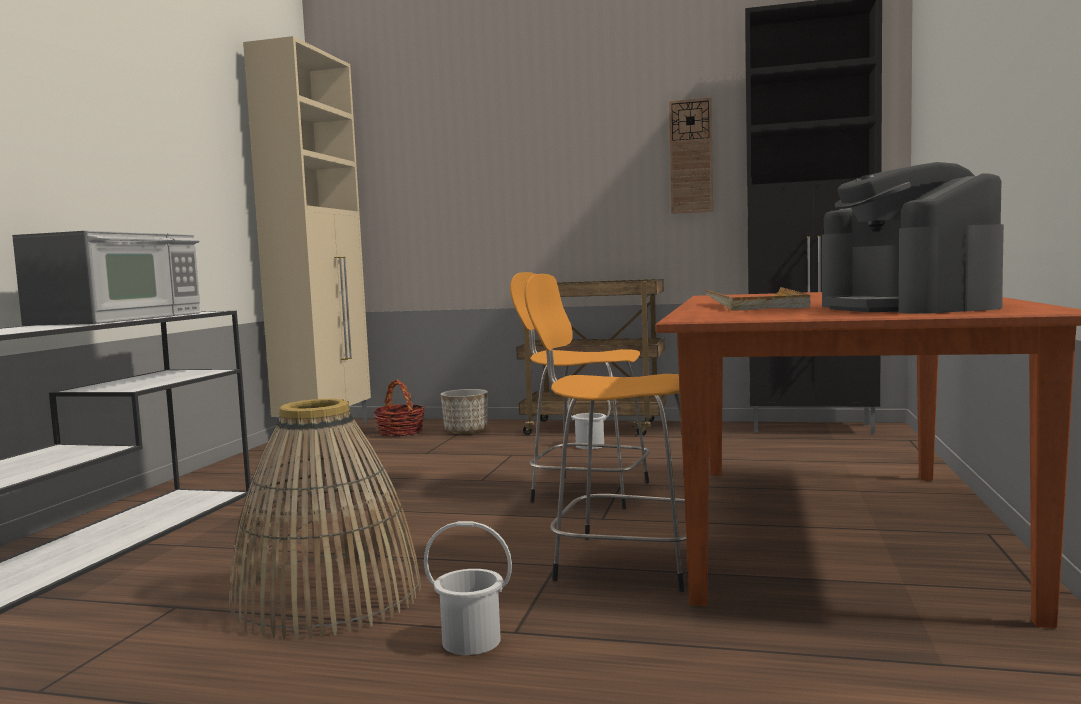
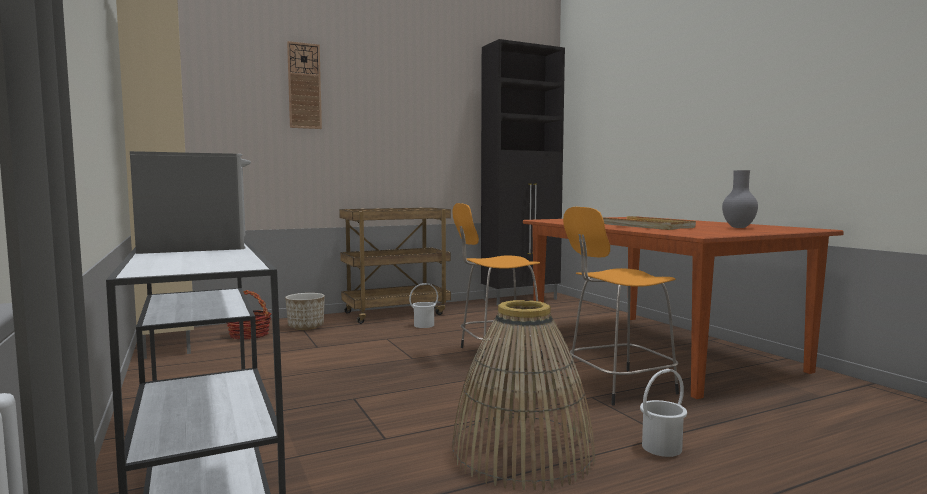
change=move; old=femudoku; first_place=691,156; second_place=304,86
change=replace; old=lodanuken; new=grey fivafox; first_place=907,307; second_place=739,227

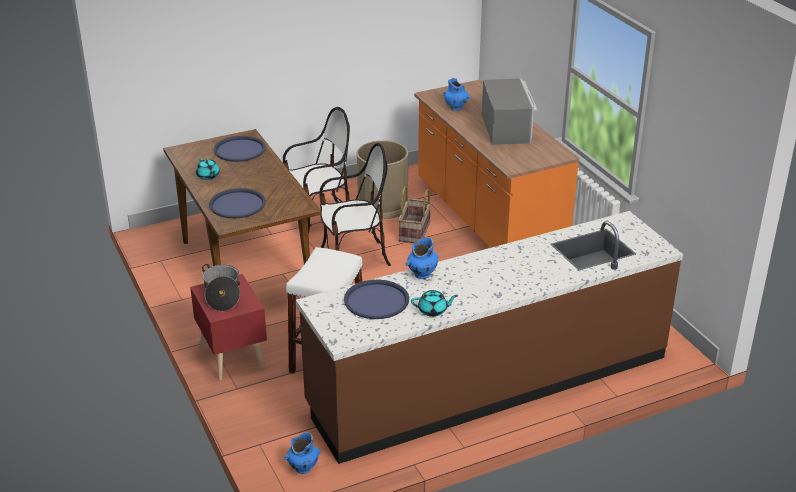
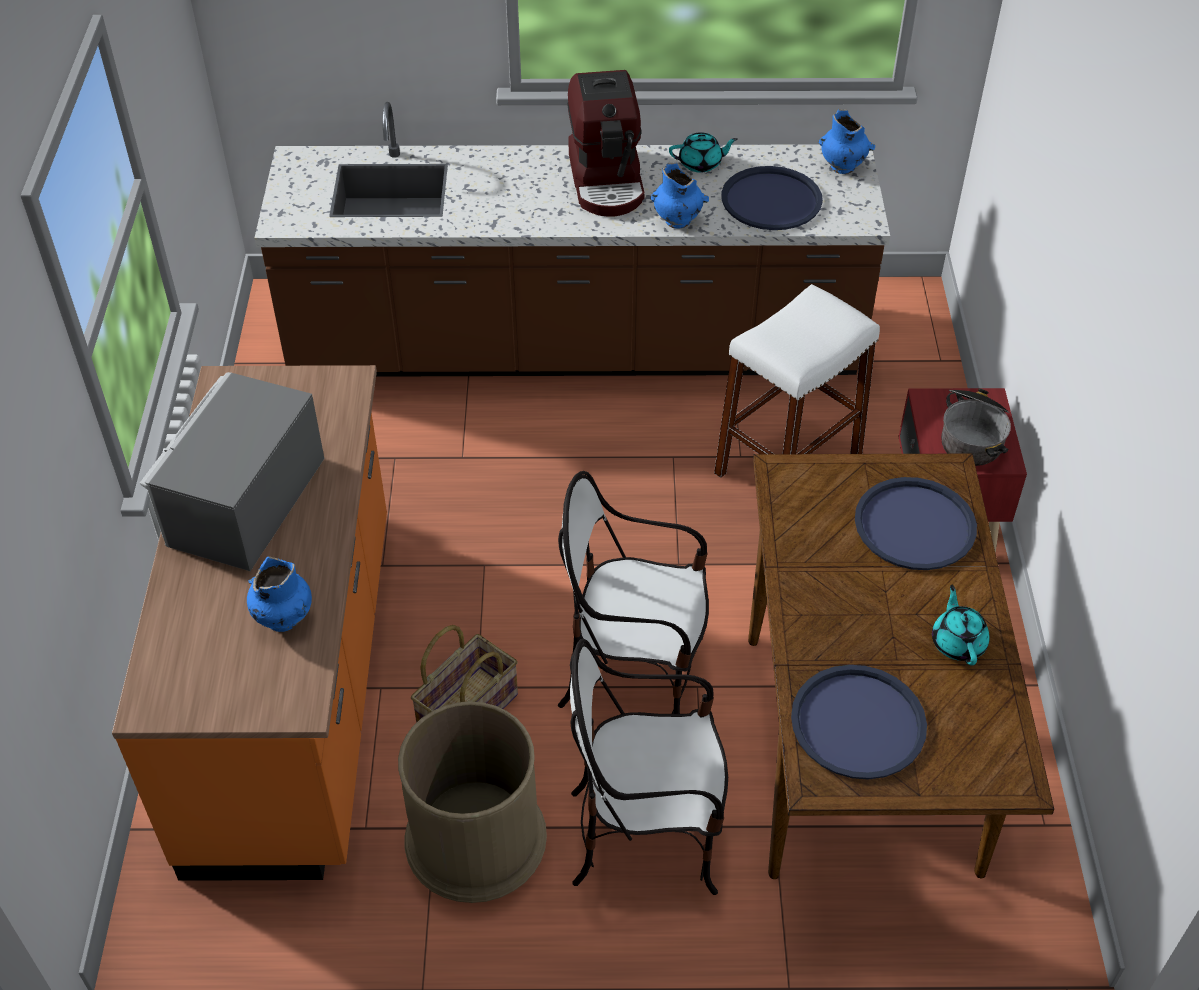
change=insert; new=lodanuken; second_place=607,181
change=move; old=blue fivafox; first_place=302,468; second_place=843,167
change=rotate; old=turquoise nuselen; first_place=433,310; second_place=701,163; degrees=150

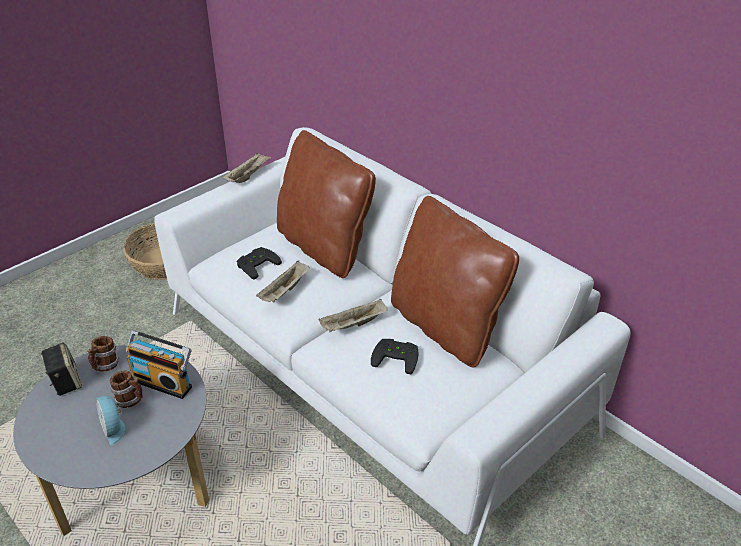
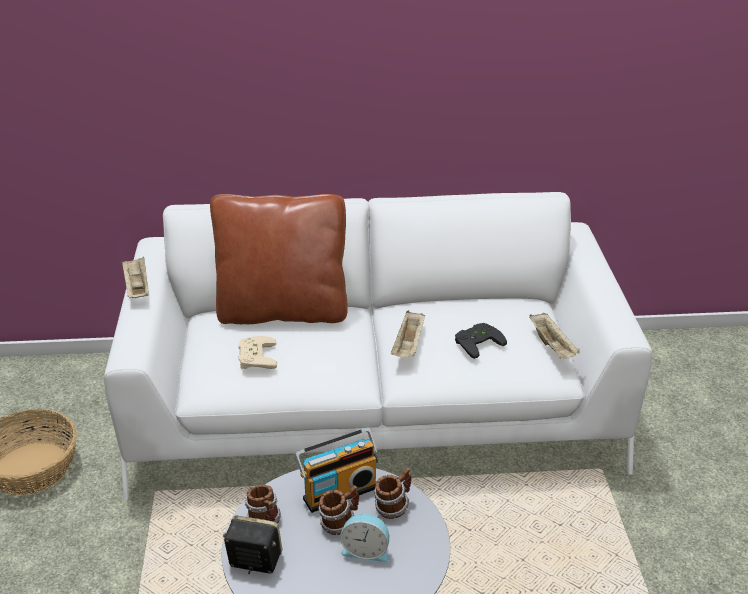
change=delete; old=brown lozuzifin; first_place=446,327
change=insert; new=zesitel; second_place=393,507
change=move; old=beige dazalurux; first_place=285,291; second_place=552,346
change=recolor; old=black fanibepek; new=beige fanibepek; first_place=256,264; second_place=254,357

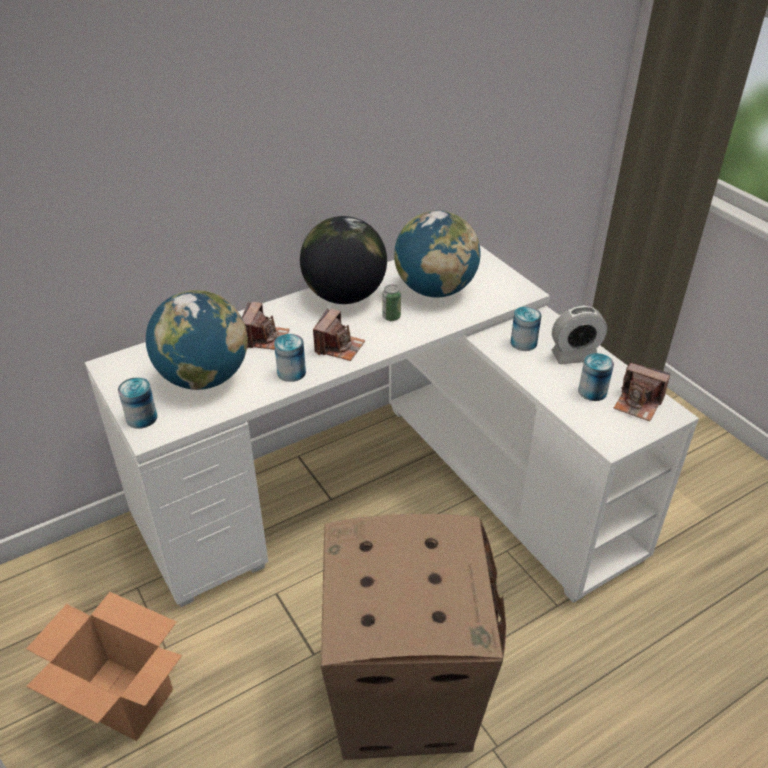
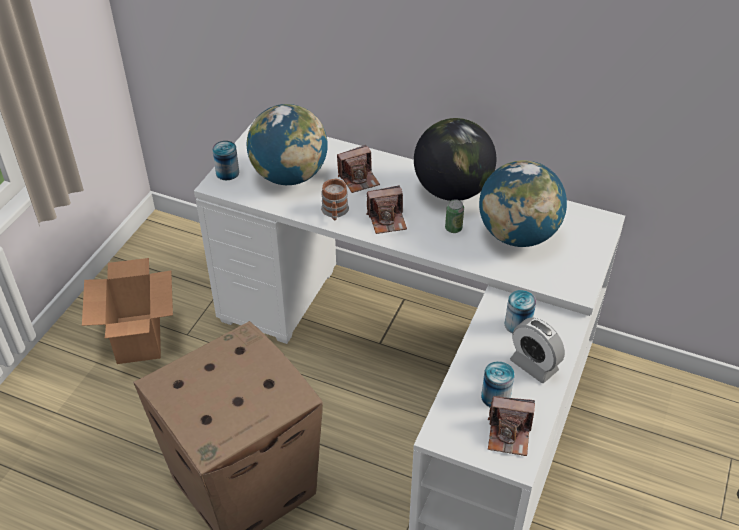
change=replace; old=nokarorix; new=zesitel; first_place=291,372; second_place=335,212
change=rotate; old=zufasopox; first_place=638,403; second_place=509,435; degrees=-75

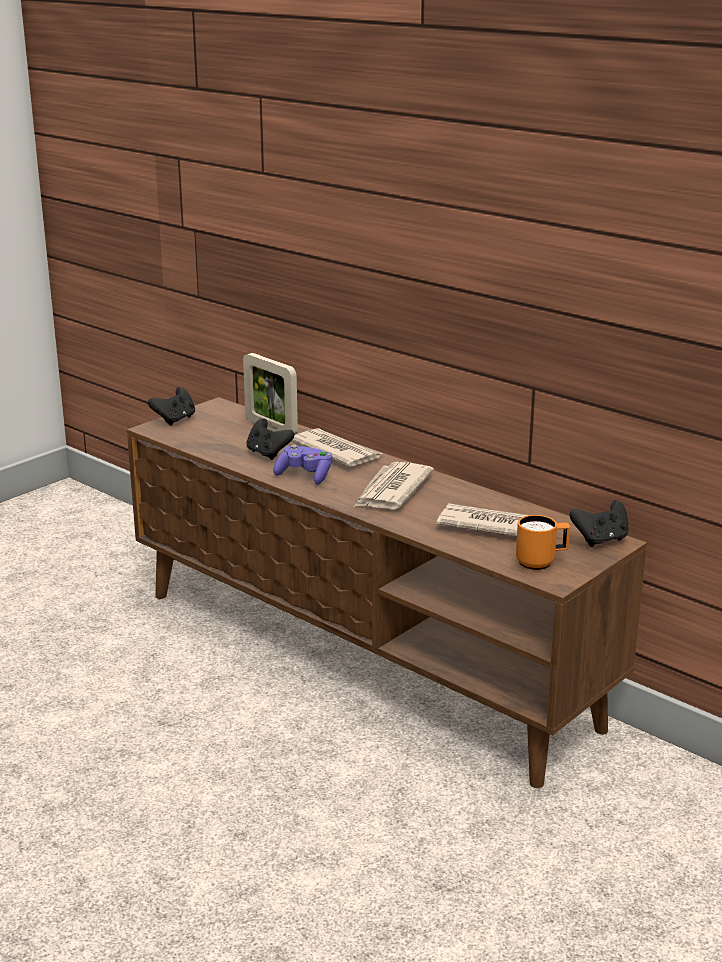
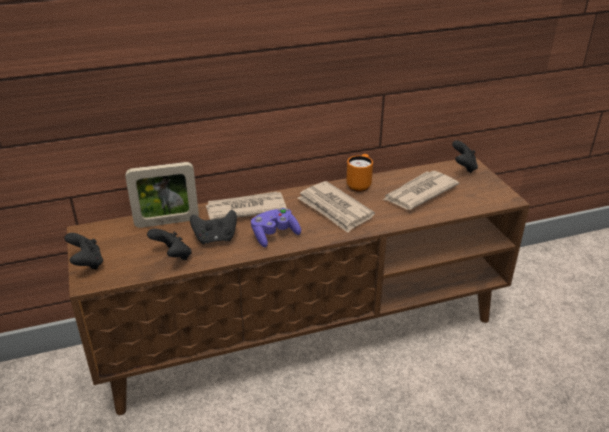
change=insert; new=black fanibepek; second_place=173,256
change=move; old=orange zesitel; first_place=541,563; second_place=360,184

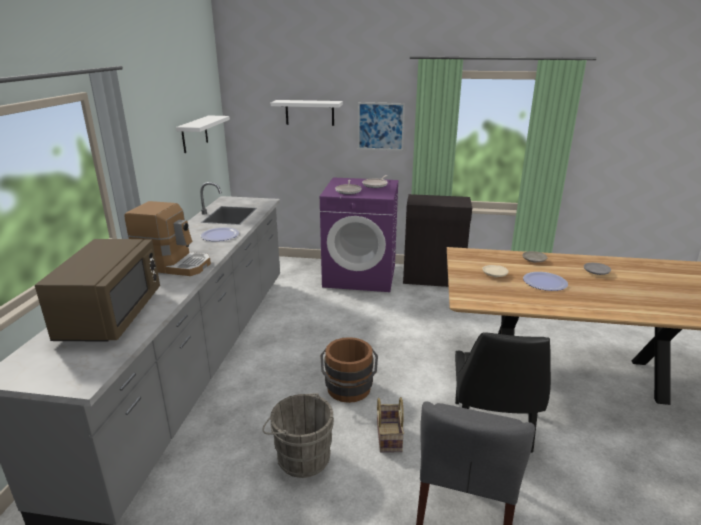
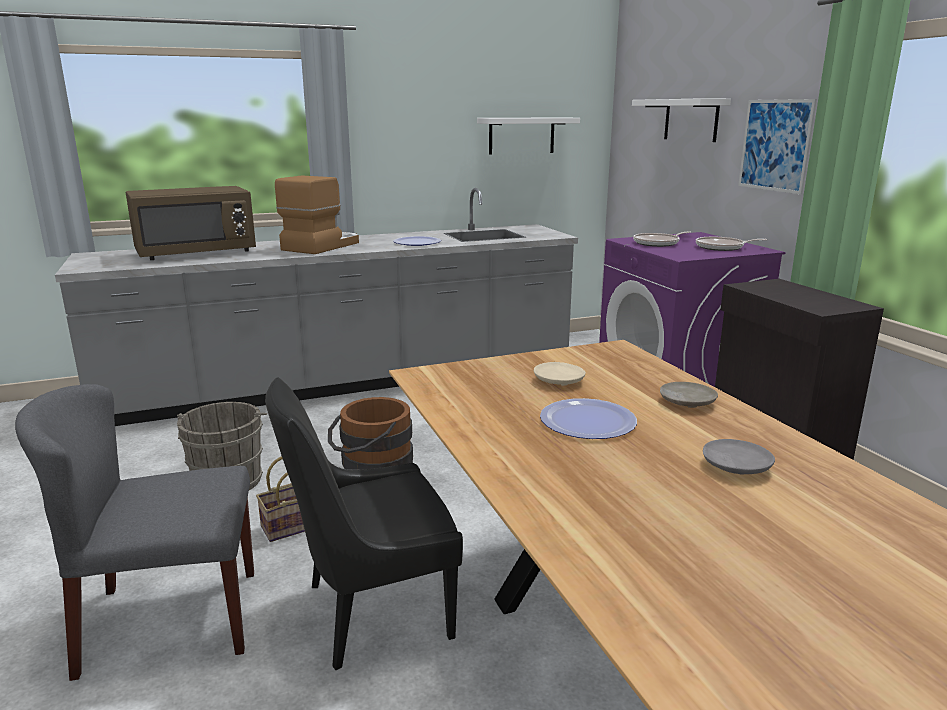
change=rotate; old=lodanuken; first_place=174,265; second_place=321,246; degrees=-135

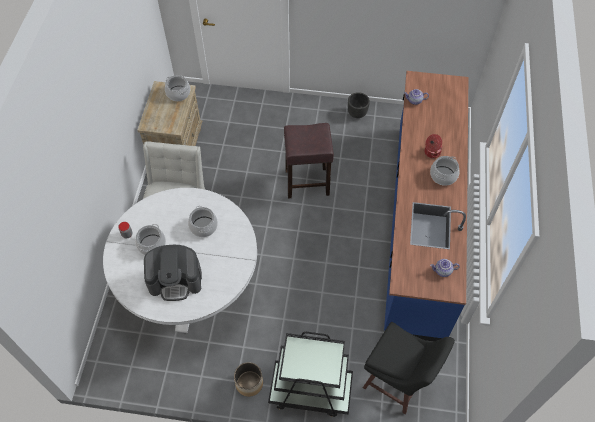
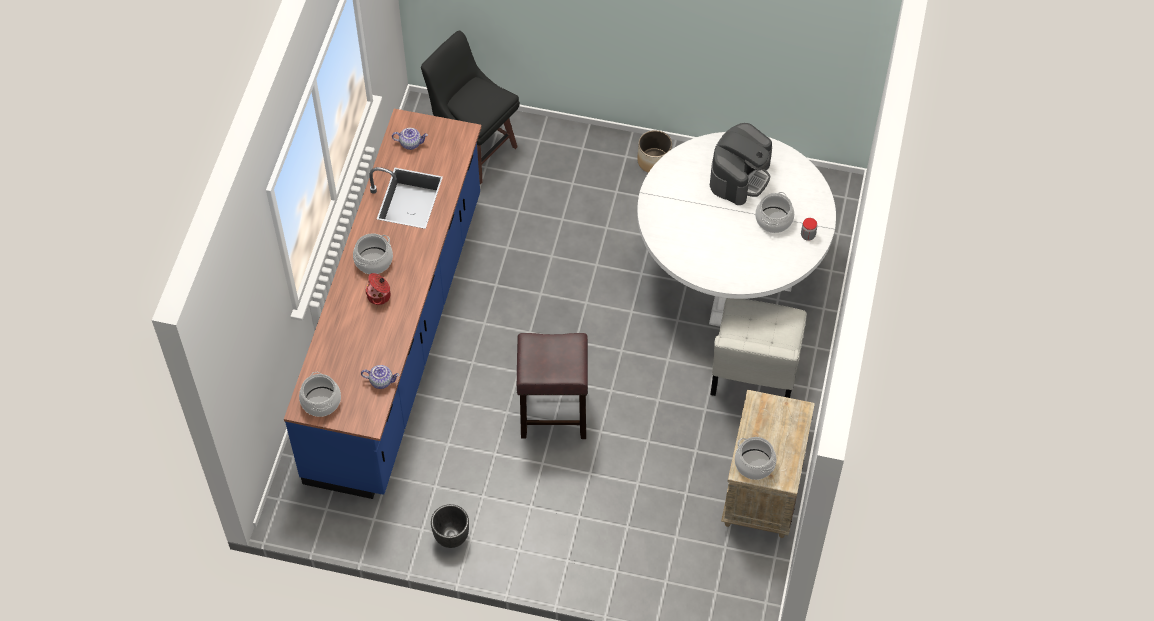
change=delete; old=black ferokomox; first_place=310,390
change=move; old=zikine; first_place=203,226; second_place=321,401
change=rotate; old=lodanuken; first_place=176,280; second_place=740,176; degrees=120

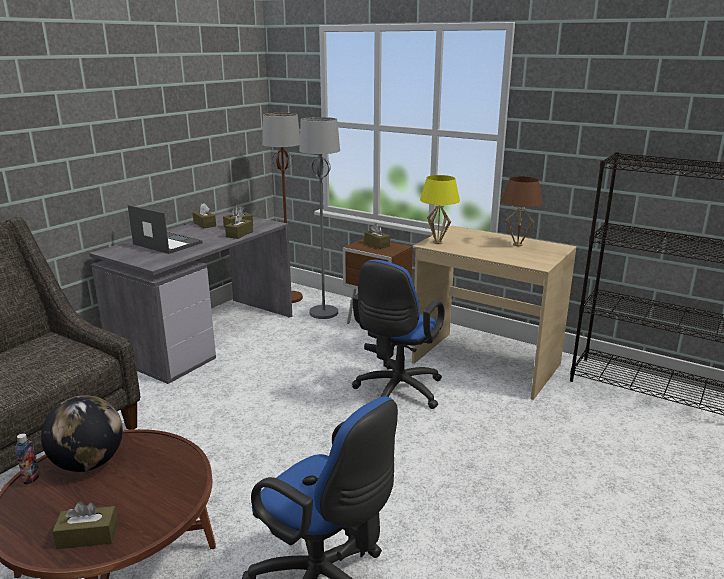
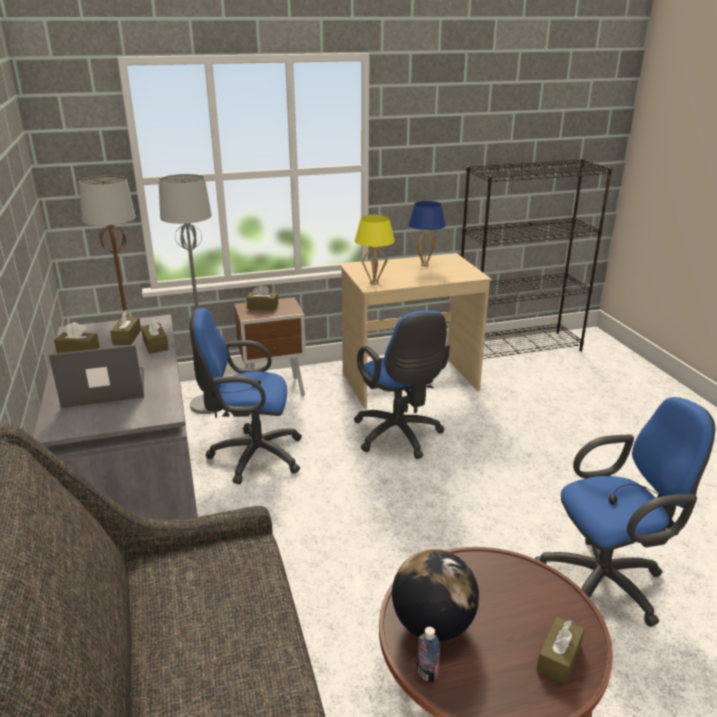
change=insert; new=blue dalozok; second_place=251,456
change=recolor; old=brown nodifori; new=blue nodifori; first_place=517,244; second_place=424,264

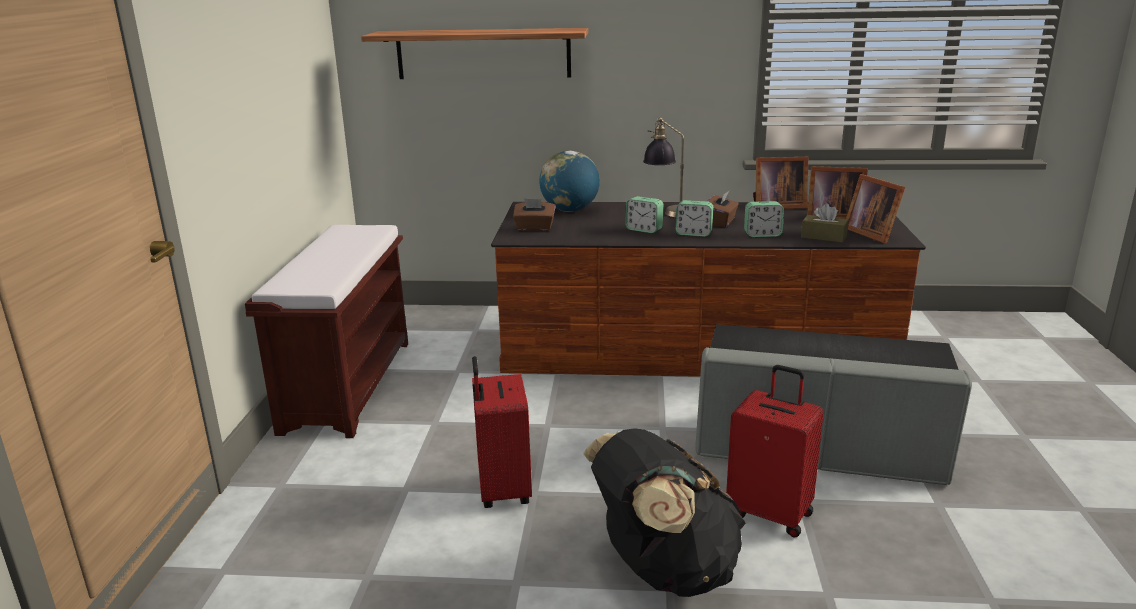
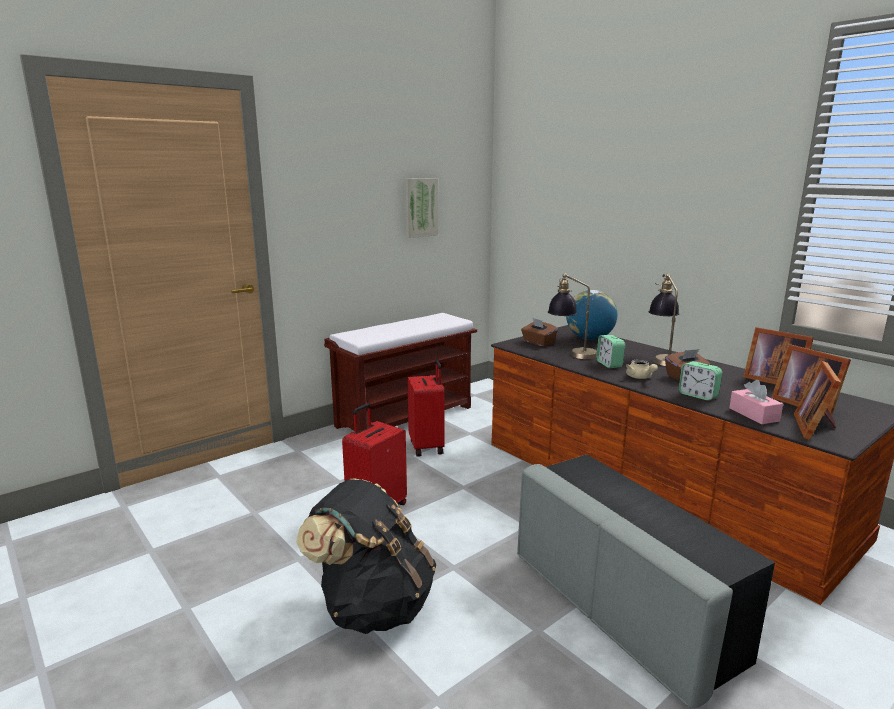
change=delete; old=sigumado; first_place=483,54
change=insert; new=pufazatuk; second_place=420,207
change=insert; new=nodifori; second_place=571,354
change=move; old=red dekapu; first_place=771,513; second_place=427,447
change=replace; old=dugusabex; new=beige nuselen; first_place=693,233; second_place=640,377
change=recolor; old=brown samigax; new=pink samigax; first_place=823,237; second_place=754,414

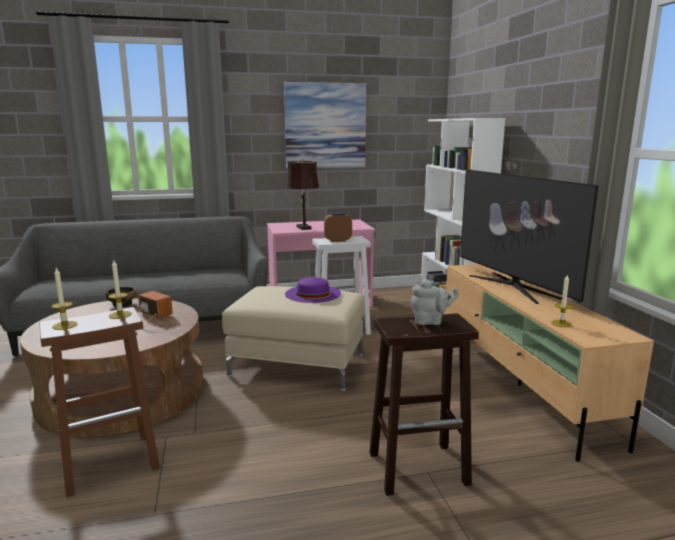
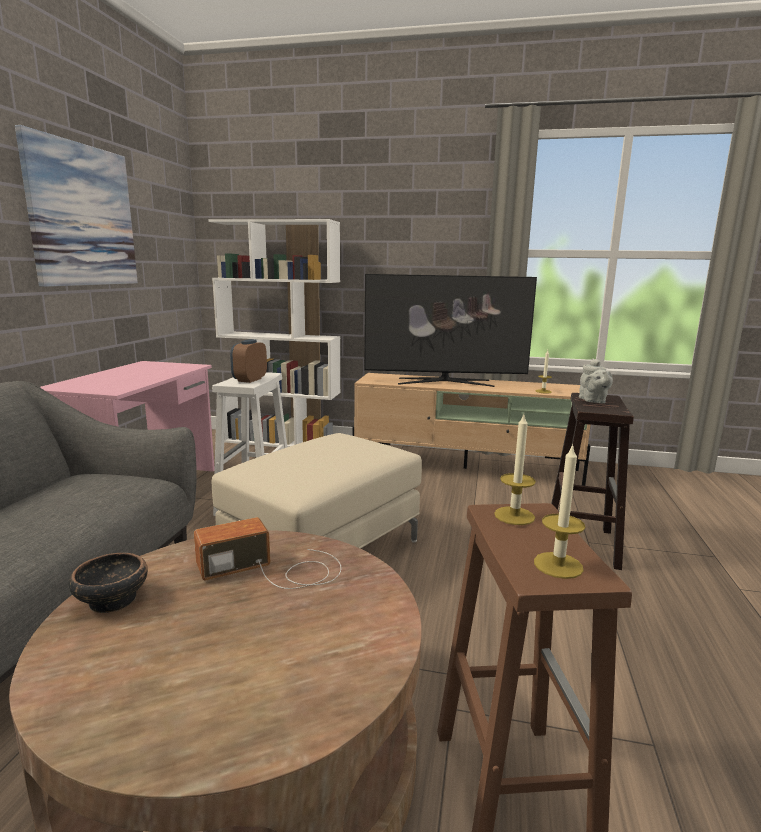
change=delete; old=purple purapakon; first_place=313,293
change=delete; old=brown nodifori; first_place=303,227
change=rotate; old=grey nuselen; first_place=430,322; second_place=593,401; degrees=150

